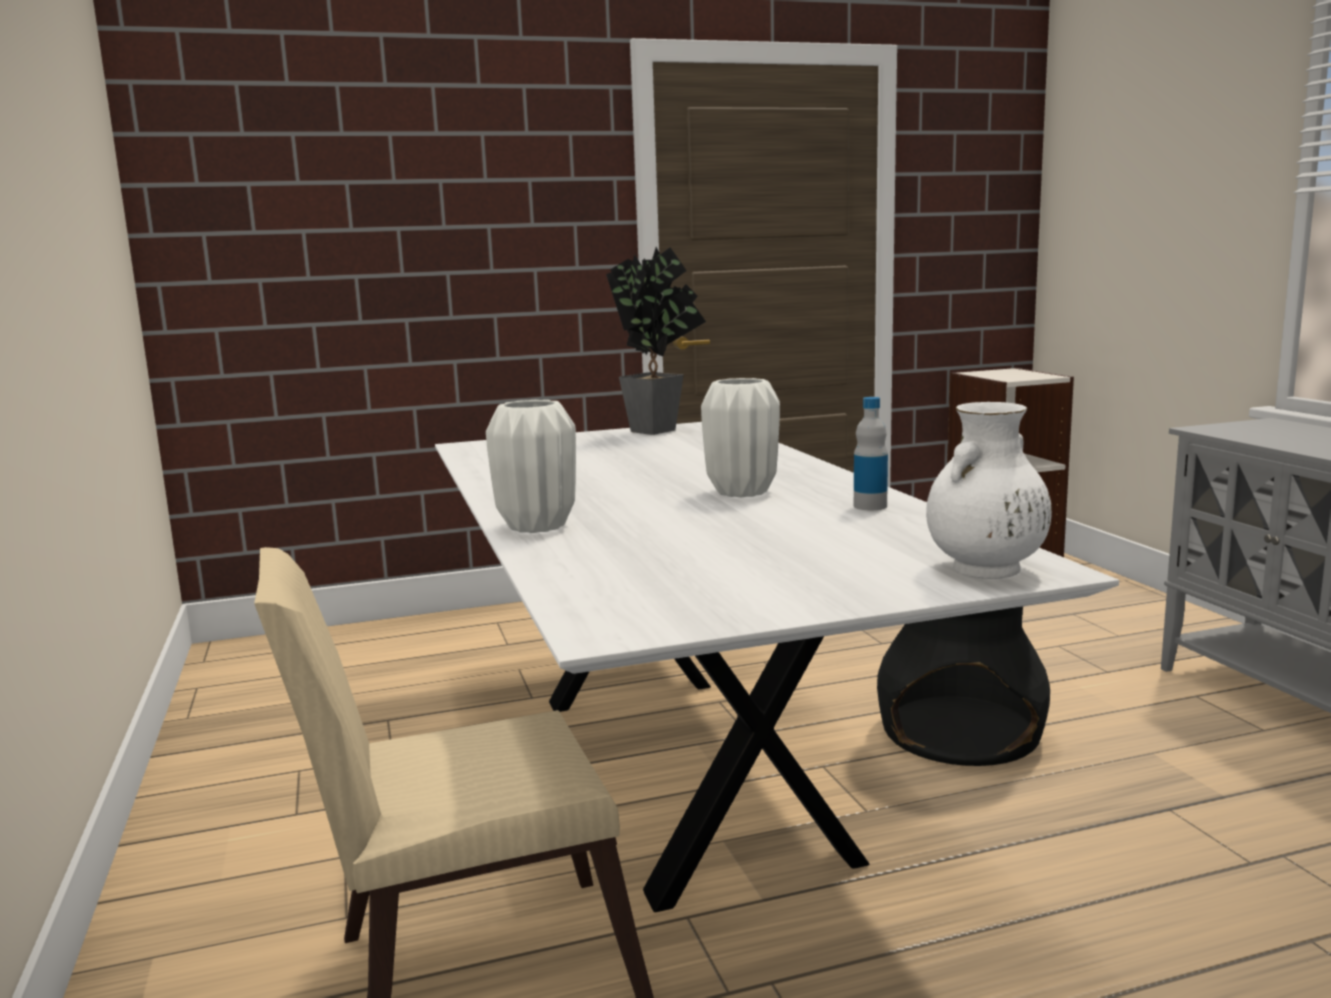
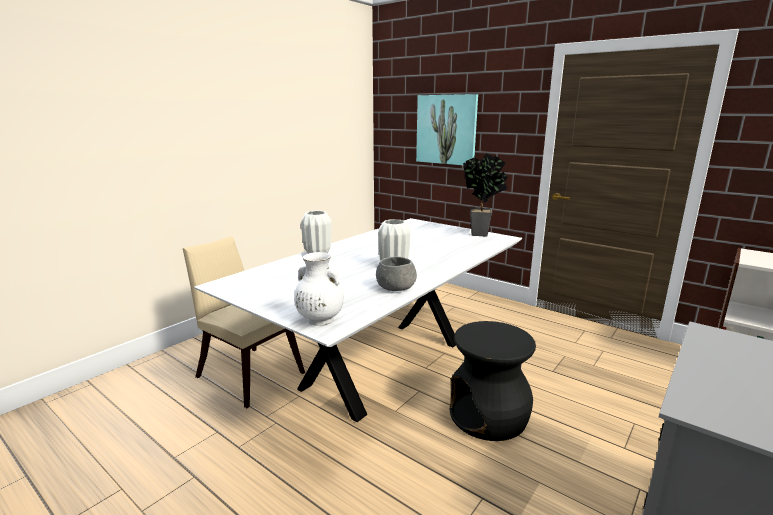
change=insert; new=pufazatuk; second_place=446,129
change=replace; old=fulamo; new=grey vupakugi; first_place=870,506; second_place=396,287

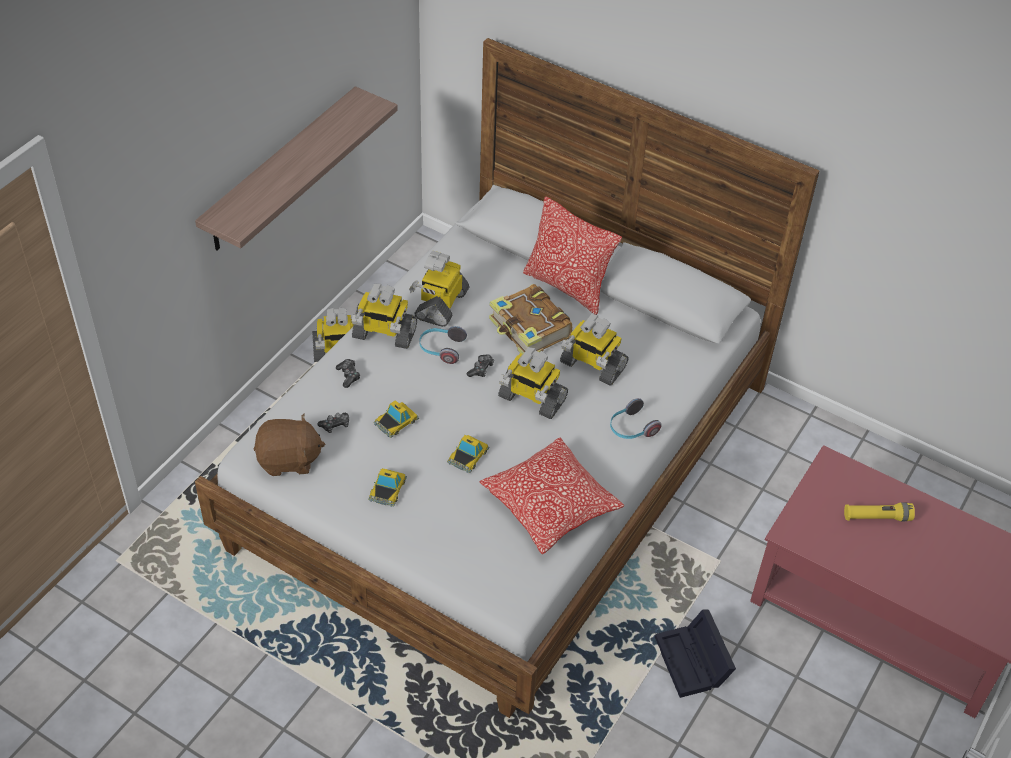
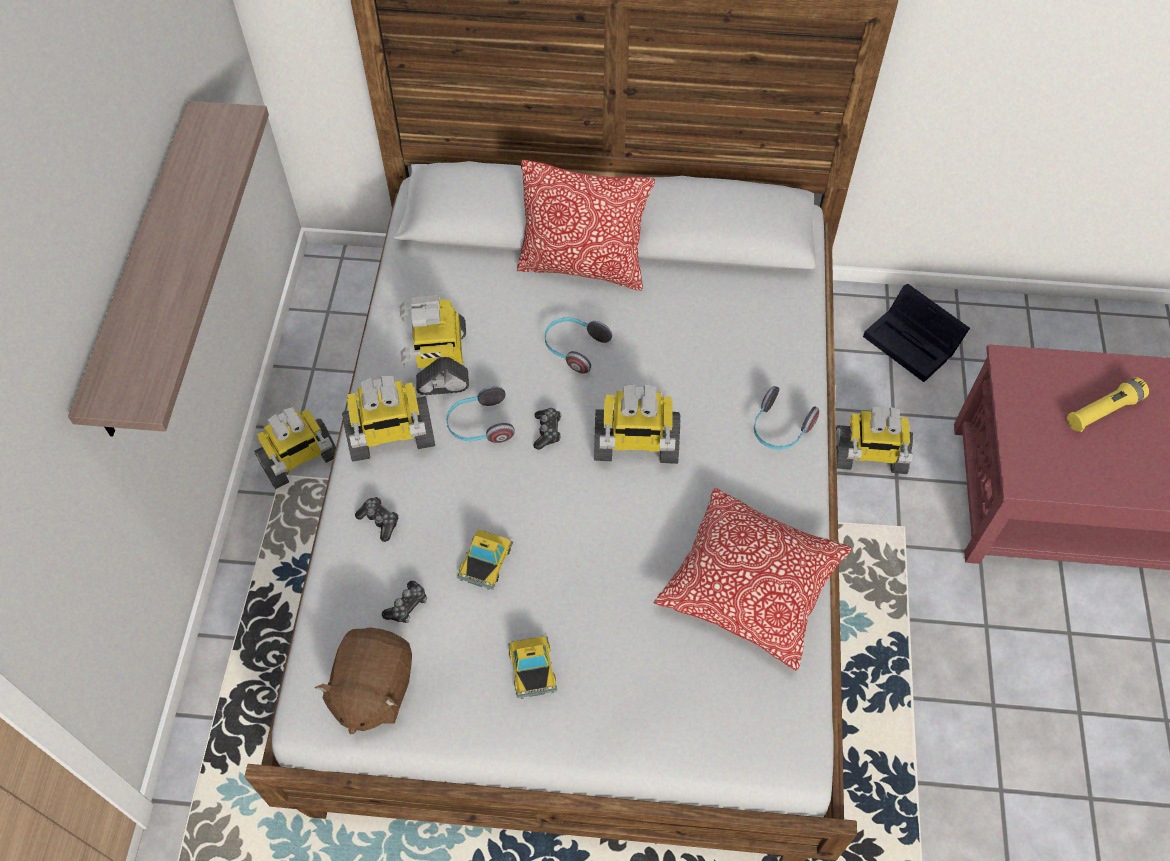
change=delete; old=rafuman; first_place=468,455
change=move; old=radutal; first_place=592,365; second_place=869,456
change=move; old=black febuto; first_place=693,662; second_place=914,343
change=replace; old=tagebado; new=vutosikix; first_place=529,330; second_place=574,348
change=rotate; old=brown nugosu; first_place=289,460; second_place=372,690; degrees=135

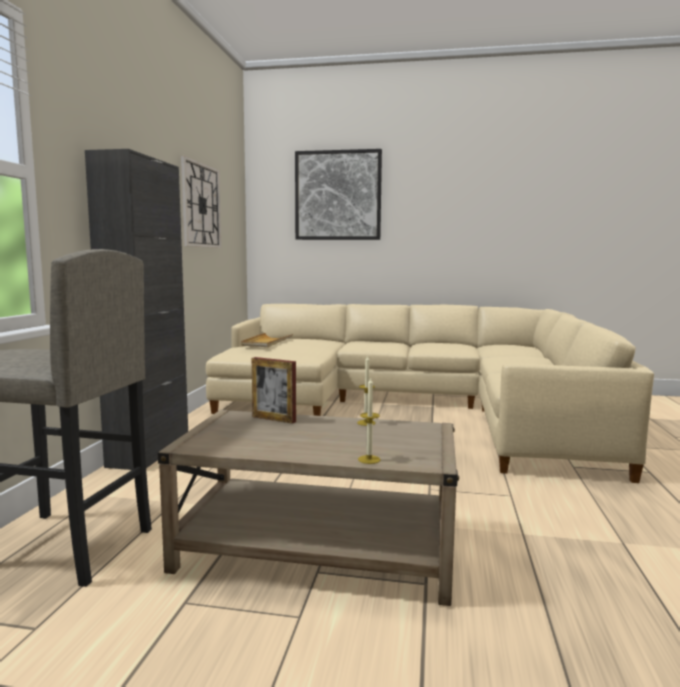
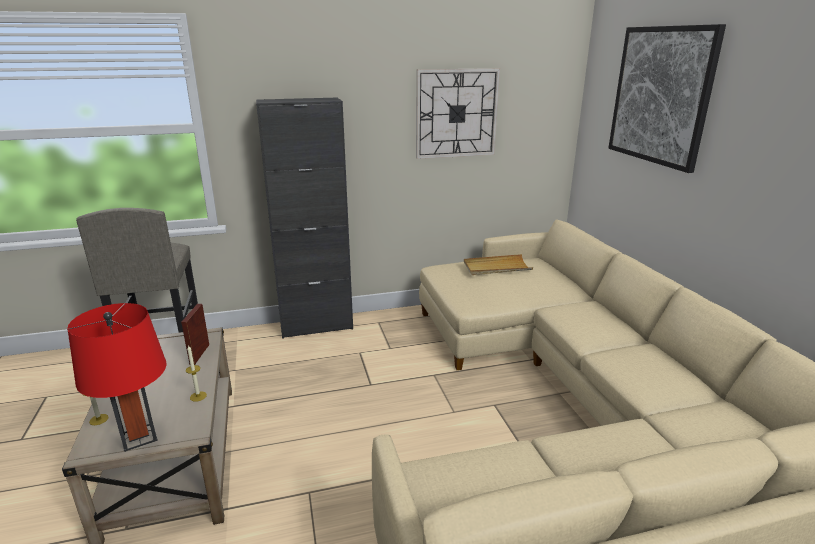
change=insert; new=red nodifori; second_place=139,437

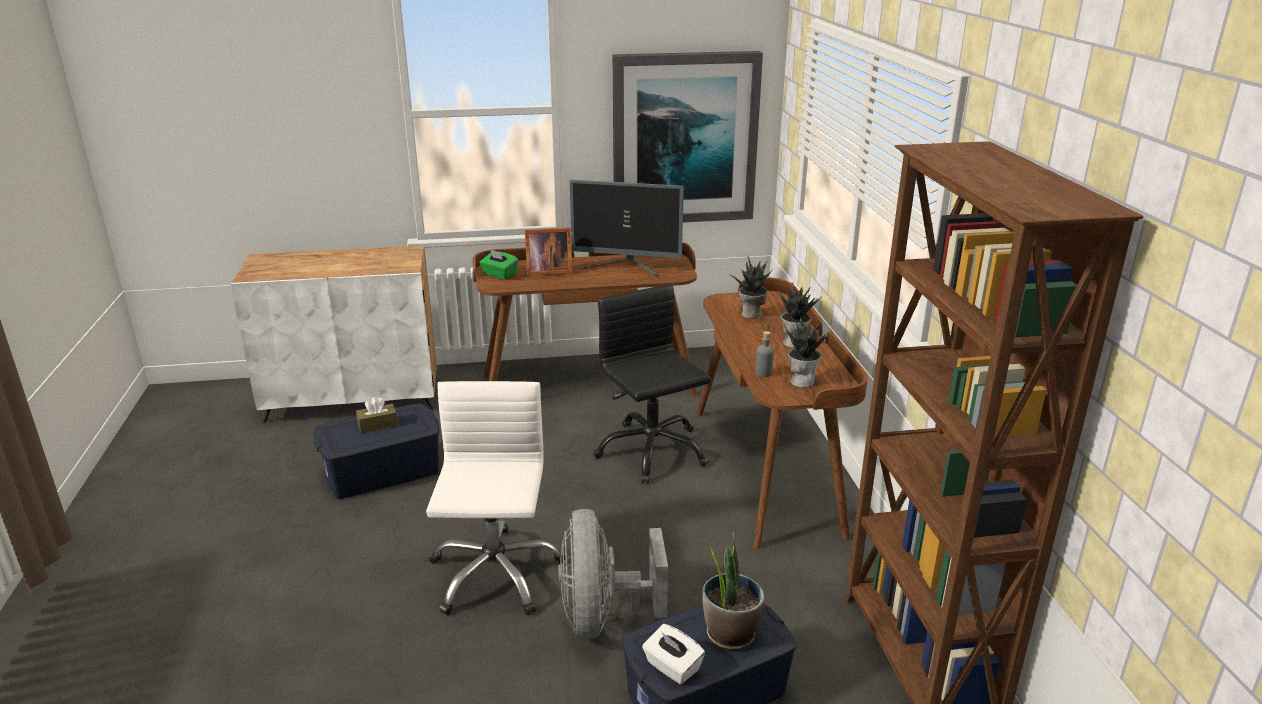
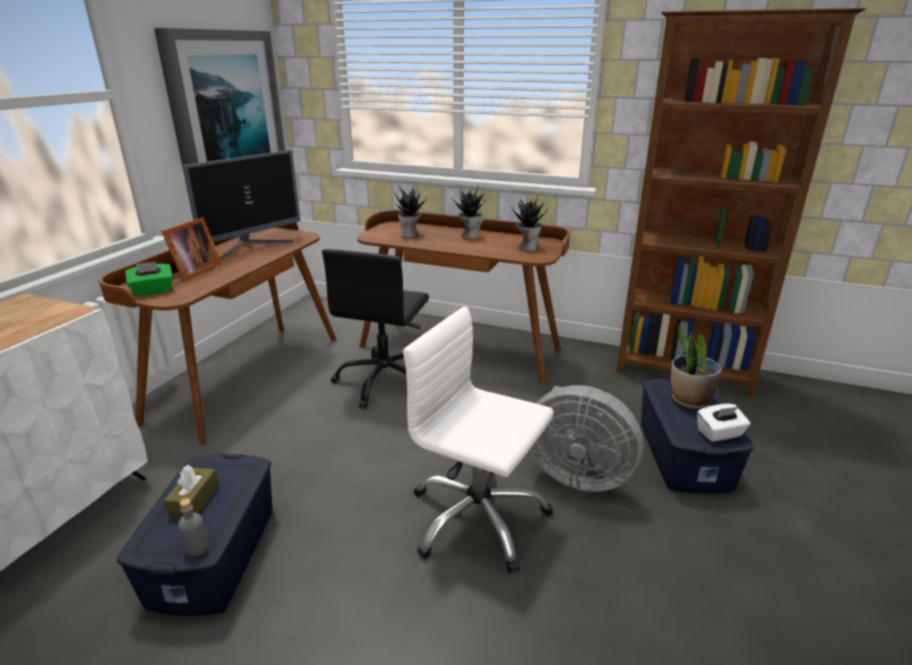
change=move; old=grey fulamo; first_place=763,373; second_place=197,547
change=rotate; old=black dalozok; first_place=651,451; second_place=385,381; degrees=-75

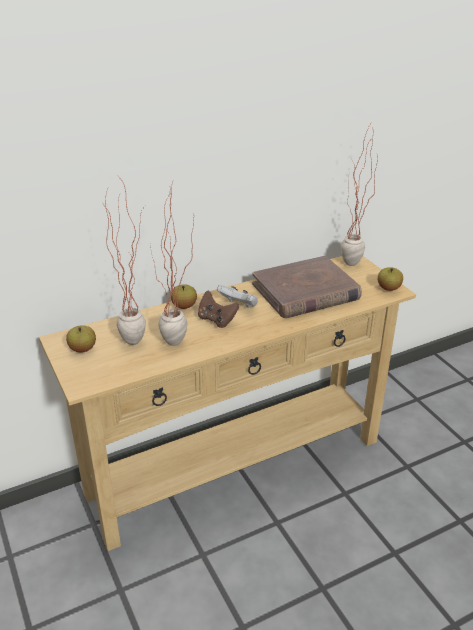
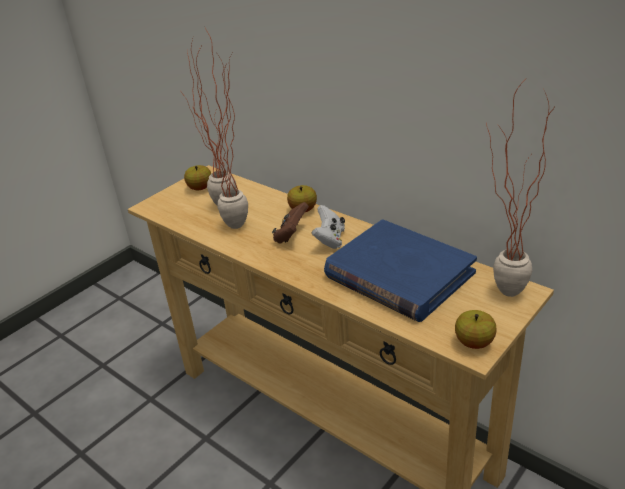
change=recolor; old=brown tagebado; new=blue tagebado; first_place=305,292; second_place=398,275

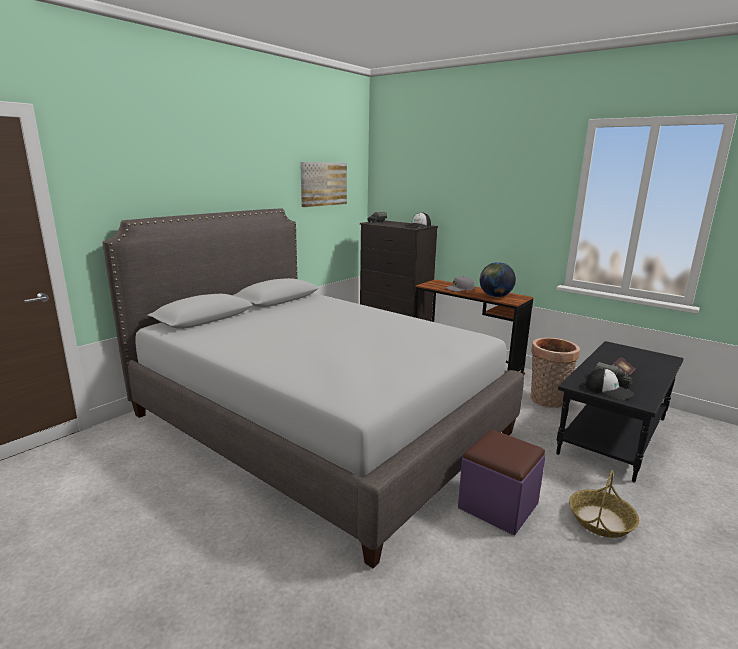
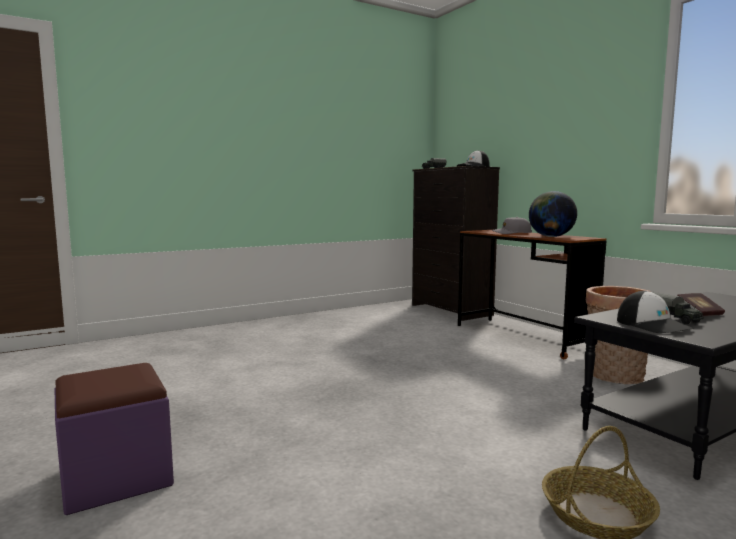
change=delete; old=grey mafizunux; first_place=319,423
change=delete; old=pufazatuk; first_place=323,184
change=move; old=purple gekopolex; first_place=498,506; second_place=116,477

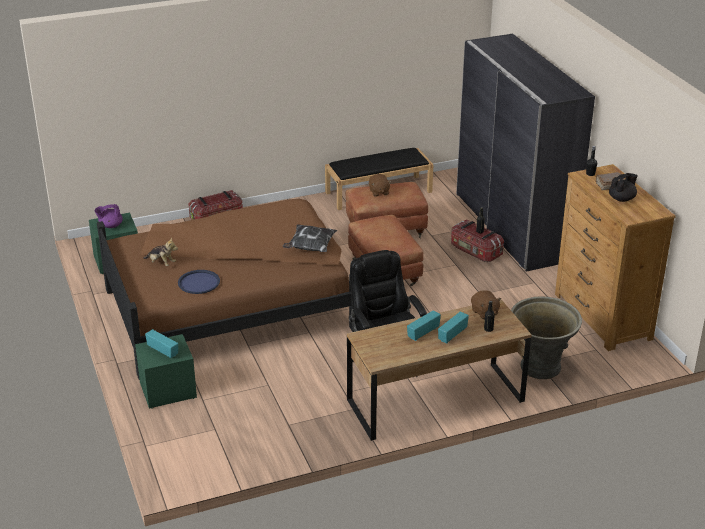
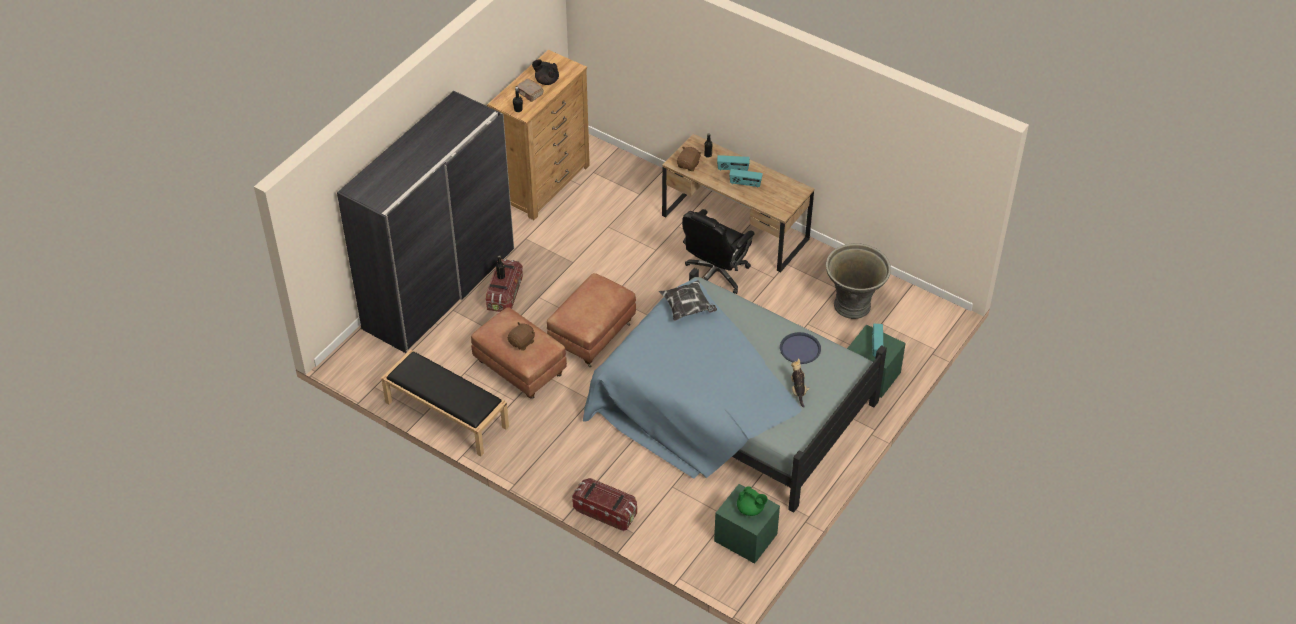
change=move; old=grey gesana; first_place=540,367; second_place=853,305
change=recolor; old=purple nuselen; new=green nuselen; first_place=110,225; second_place=751,509
change=recolor; old=brown mafizunux; new=blue mafizunux; first_place=232,304; second_place=731,408

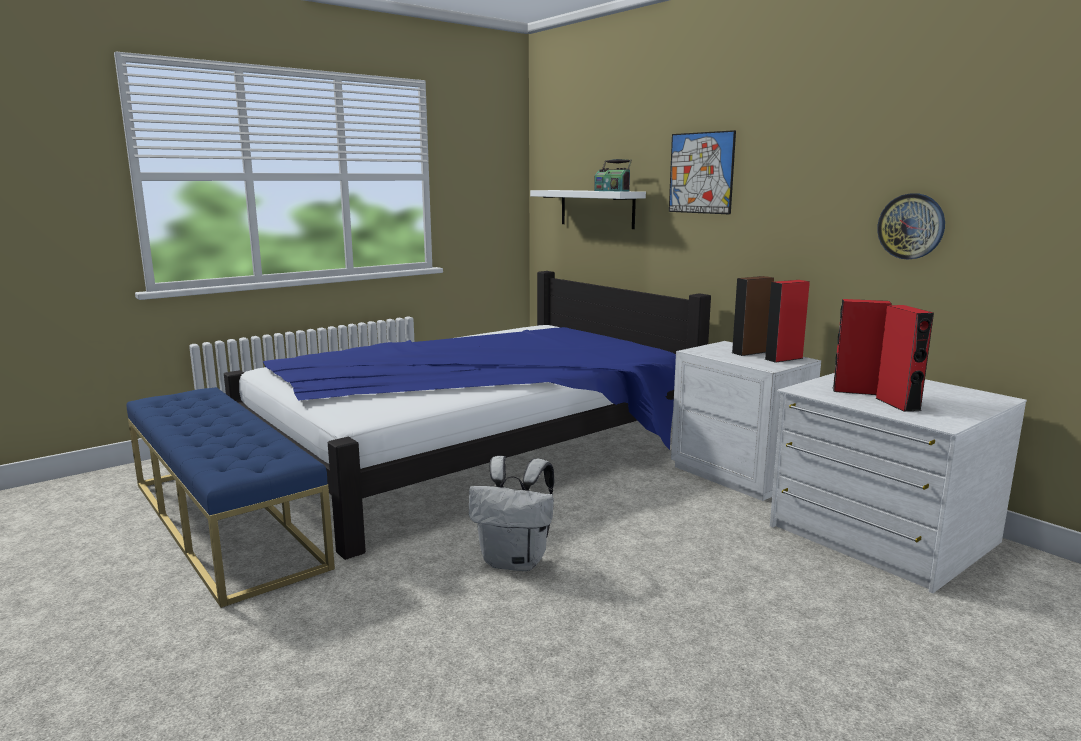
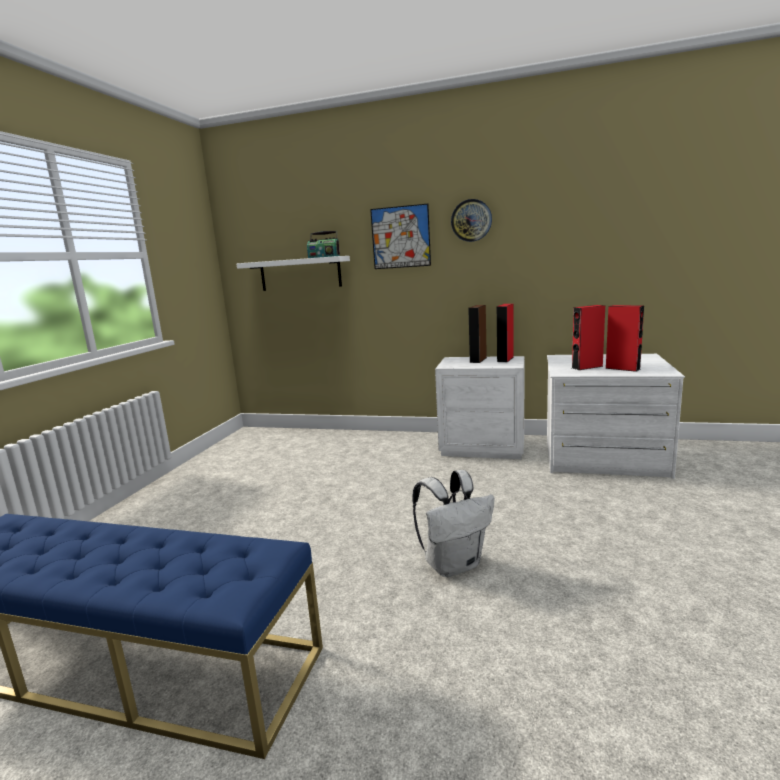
change=delete; old=mafizunux; first_place=476,450
change=move; old=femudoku; first_place=911,226; second_place=471,220

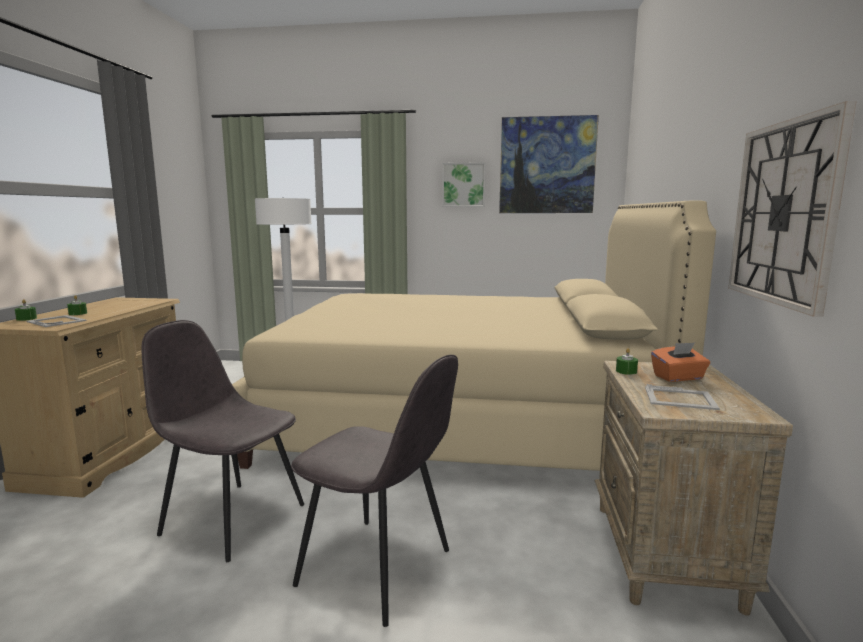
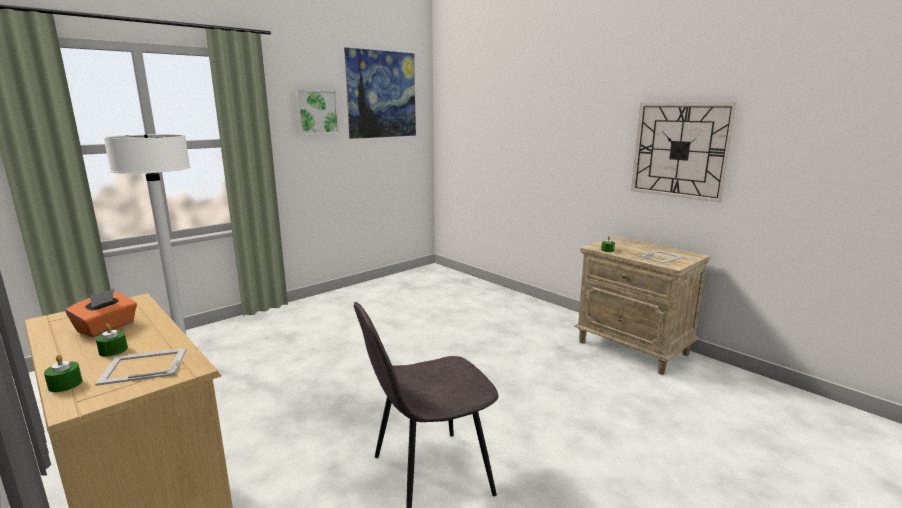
change=delete; old=beige mafizunux; first_place=460,421
change=delete; old=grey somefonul; first_place=378,569
change=move; old=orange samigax; first_place=678,377; second_place=107,328

